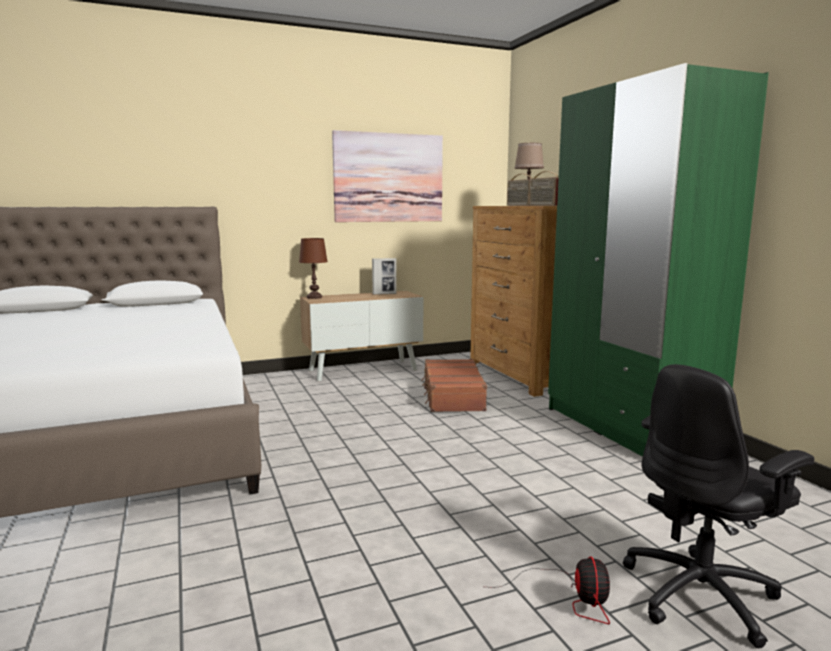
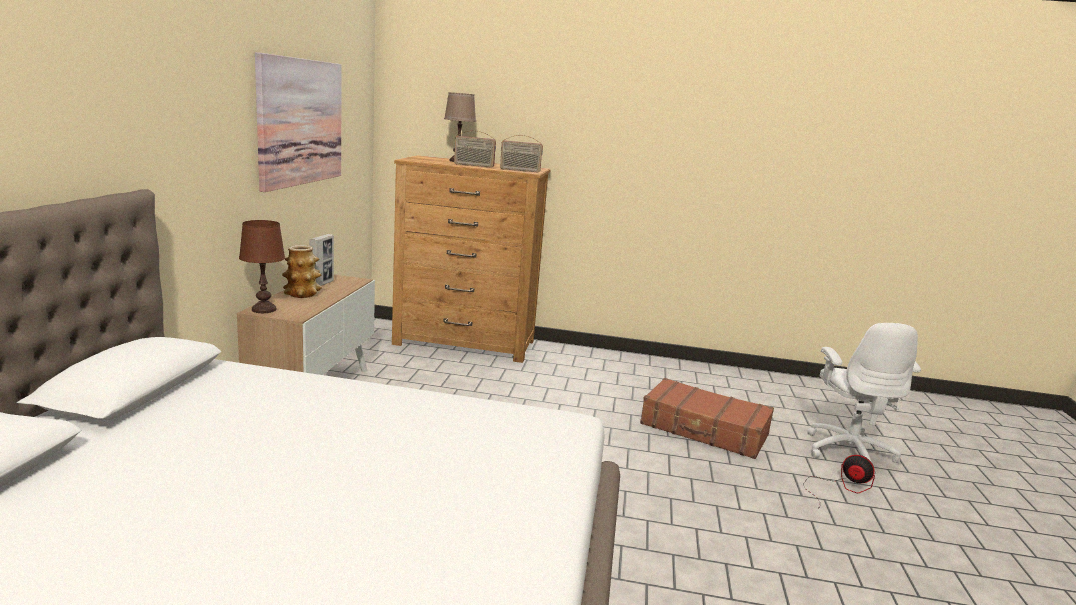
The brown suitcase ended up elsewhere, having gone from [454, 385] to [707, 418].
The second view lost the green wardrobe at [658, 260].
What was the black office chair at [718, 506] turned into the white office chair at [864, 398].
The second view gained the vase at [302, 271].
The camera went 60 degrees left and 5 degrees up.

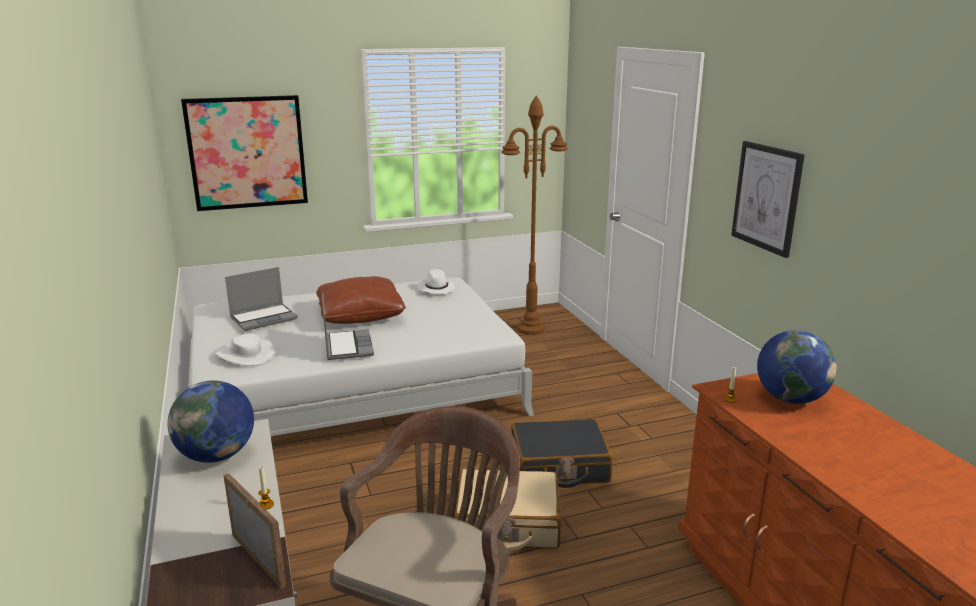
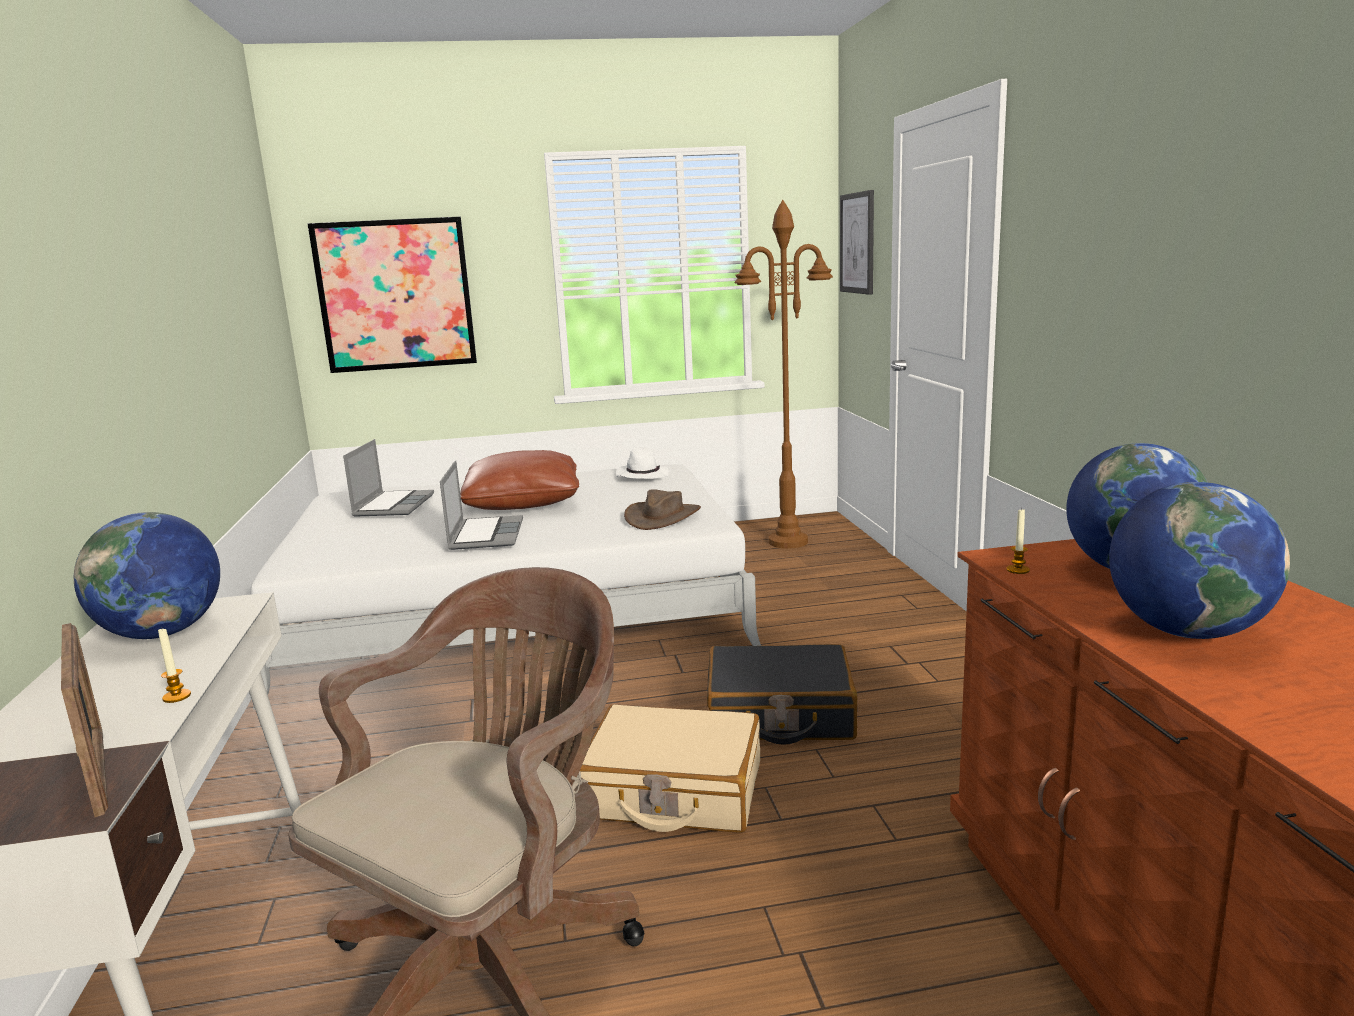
The second view lost the white hat at [245, 350].
The laptop at [261, 299] ended up facing another way, 60 degrees counterclockwise from before.
The picture ended up elsewhere, having gone from [768, 199] to [857, 242].
The second view gained the brown hat at [662, 509].
The second view gained the globe at [1199, 560].
The camera went 10 degrees right and 5 degrees down.

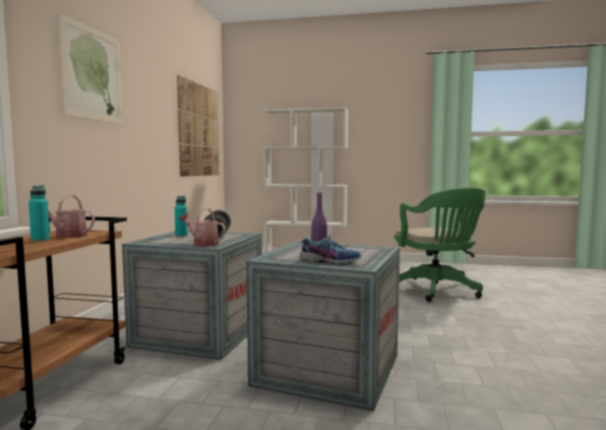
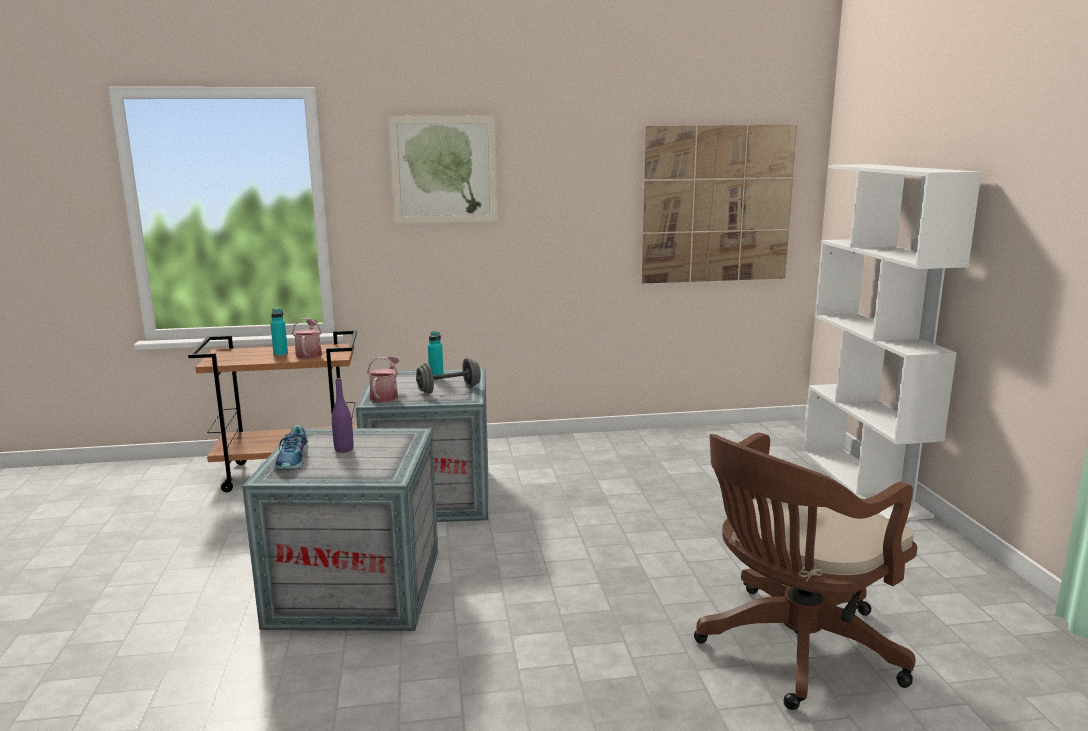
What was the green office chair at [440, 245] turned into the brown office chair at [805, 571].
The camera went 70 degrees right and 10 degrees up.

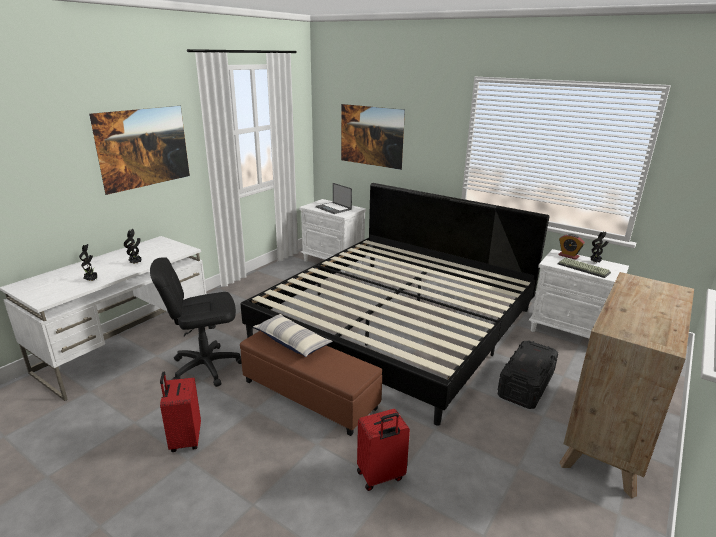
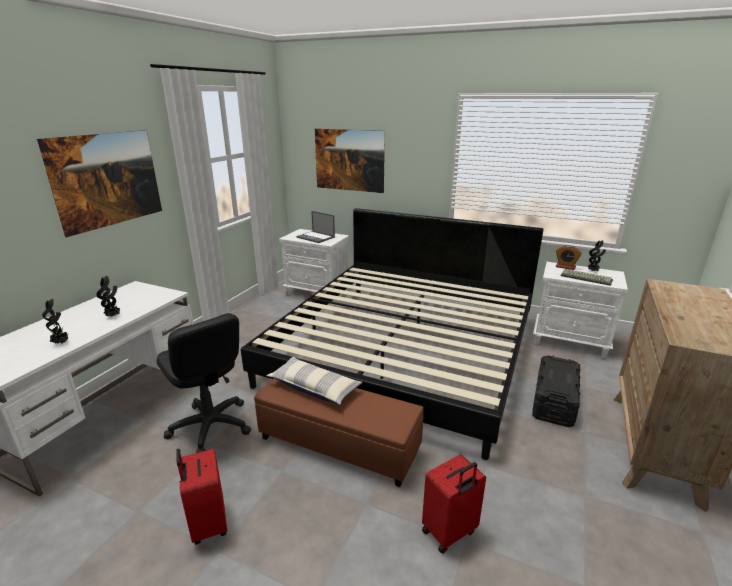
The black office chair at [196, 322] ended up facing another way, 105 degrees counterclockwise from before.
The camera went 10 degrees left and 0 degrees up.

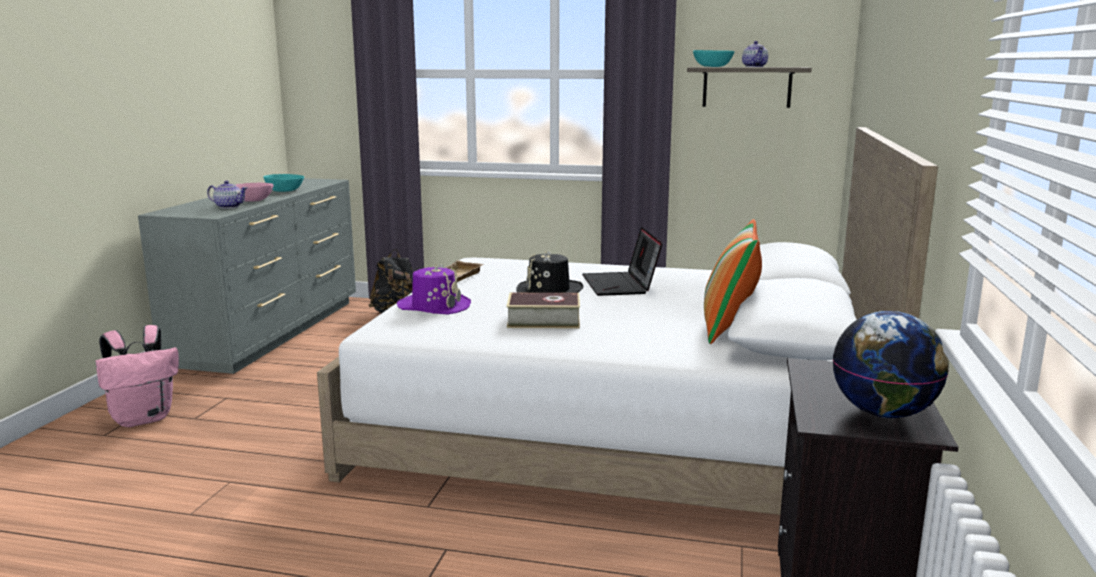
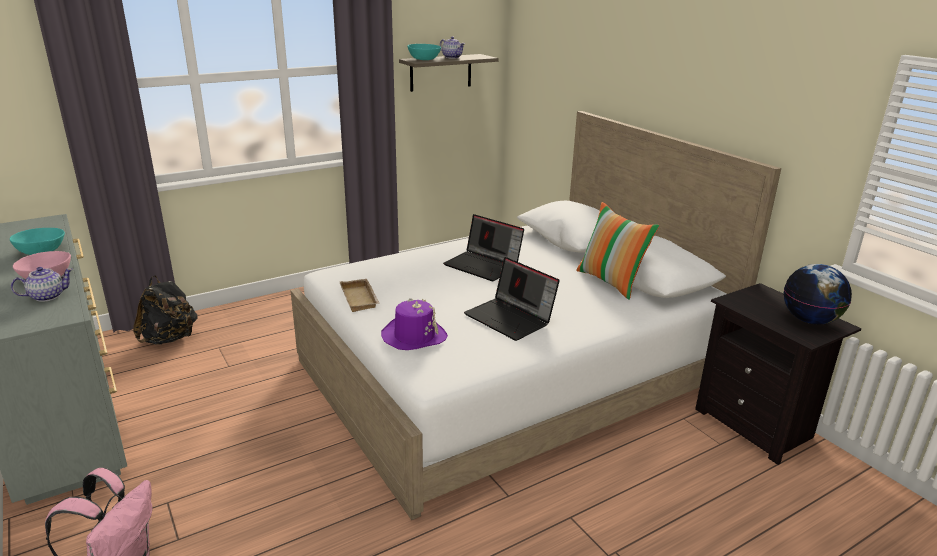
Where the book stood at [543, 311], the laptop came to stand at [512, 299].
The second view lost the black hat at [549, 272].
The camera went 45 degrees left and 10 degrees up.

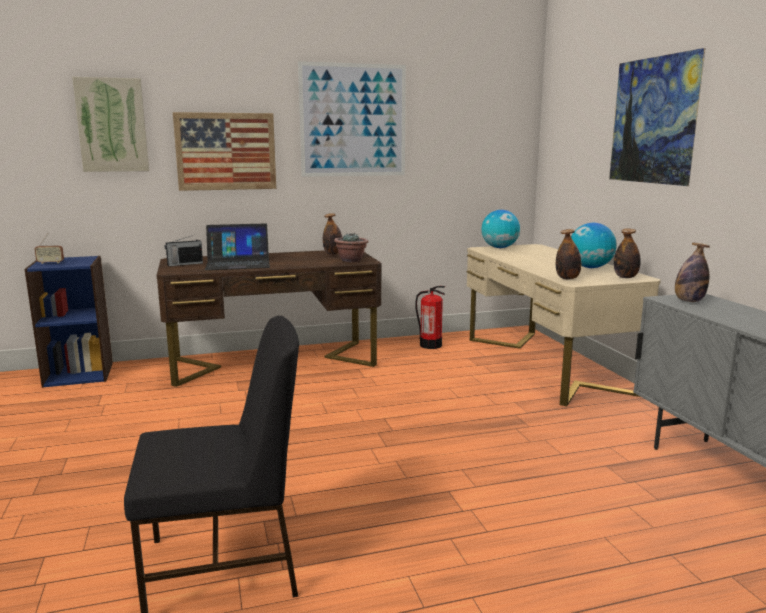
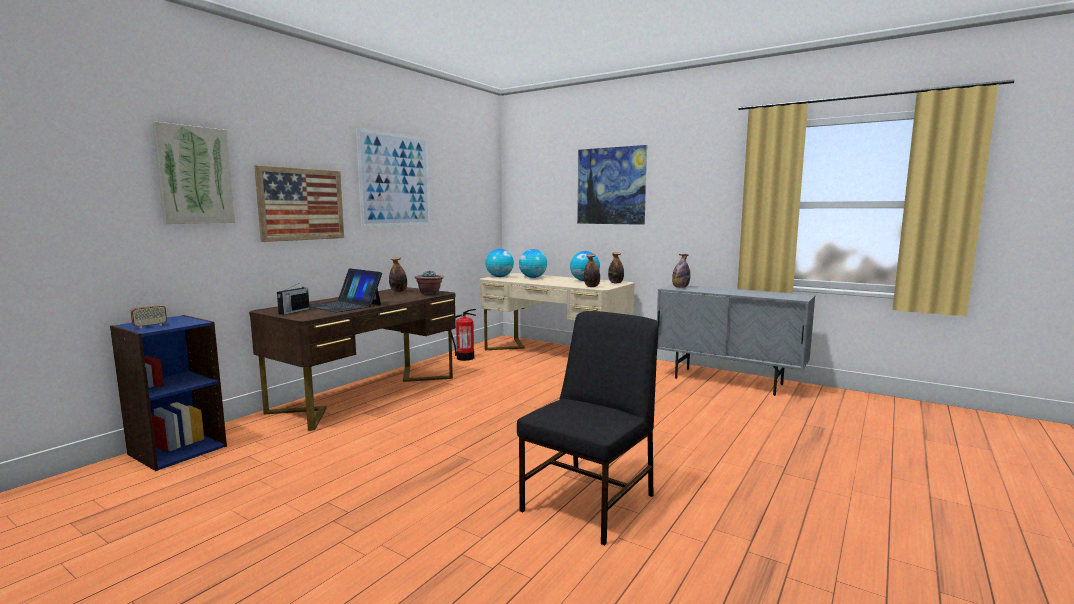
The laptop at [237, 247] ended up facing another way, 90 degrees clockwise from before.
The second view gained the globe at [533, 263].
The camera went 40 degrees left and 5 degrees down.

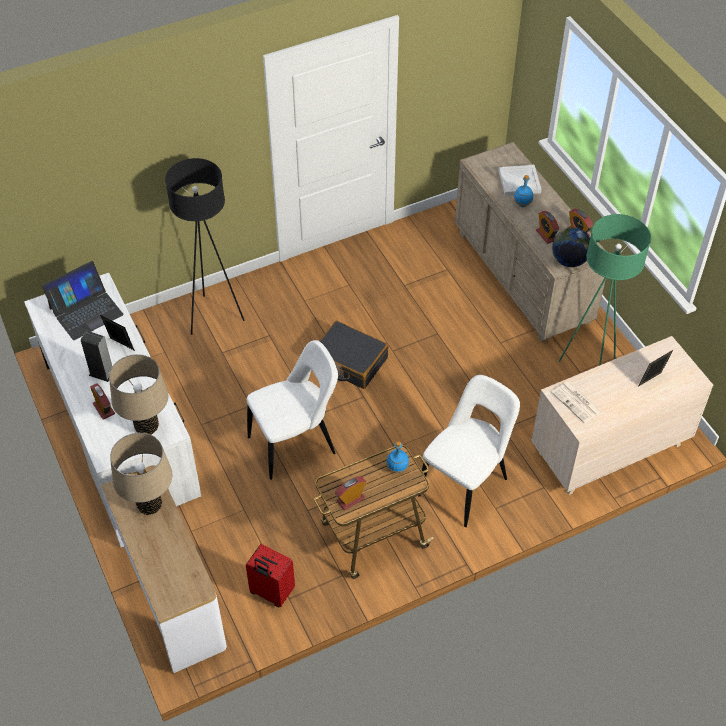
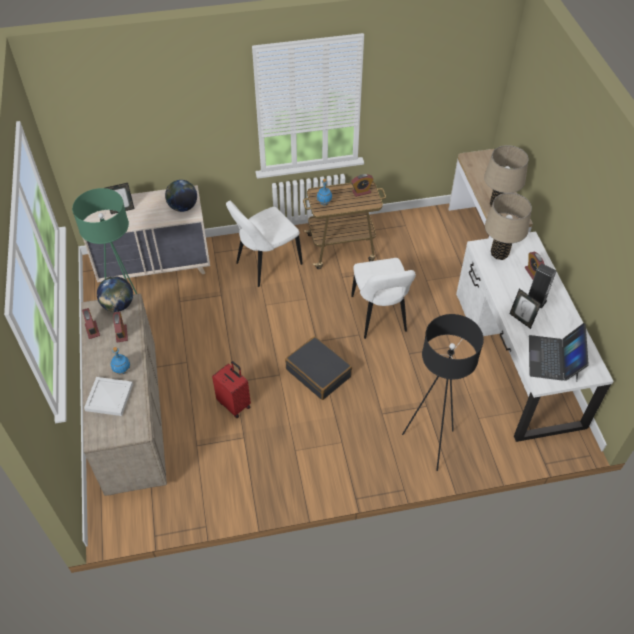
The laptop at [83, 300] ended up facing another way, 60 degrees counterclockwise from before.
The red suitcase ended up elsewhere, having gone from [270, 575] to [231, 389].
The white chair at [292, 410] ended up facing another way, 90 degrees counterclockwise from before.
Where the newspaper stood at [576, 402], the globe came to stand at [181, 196].
The camera went 165 degrees left and 0 degrees up.

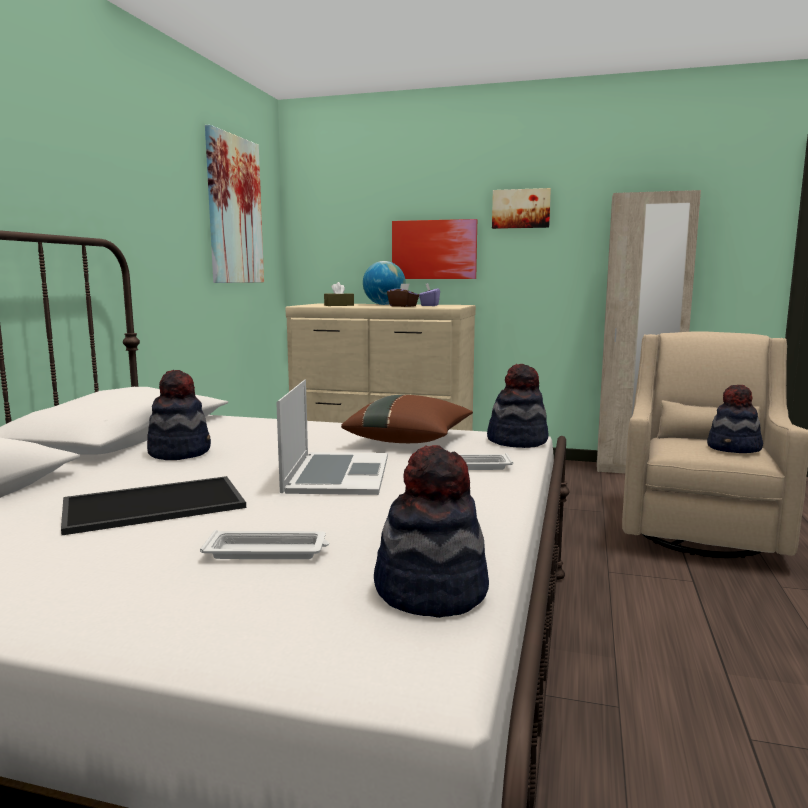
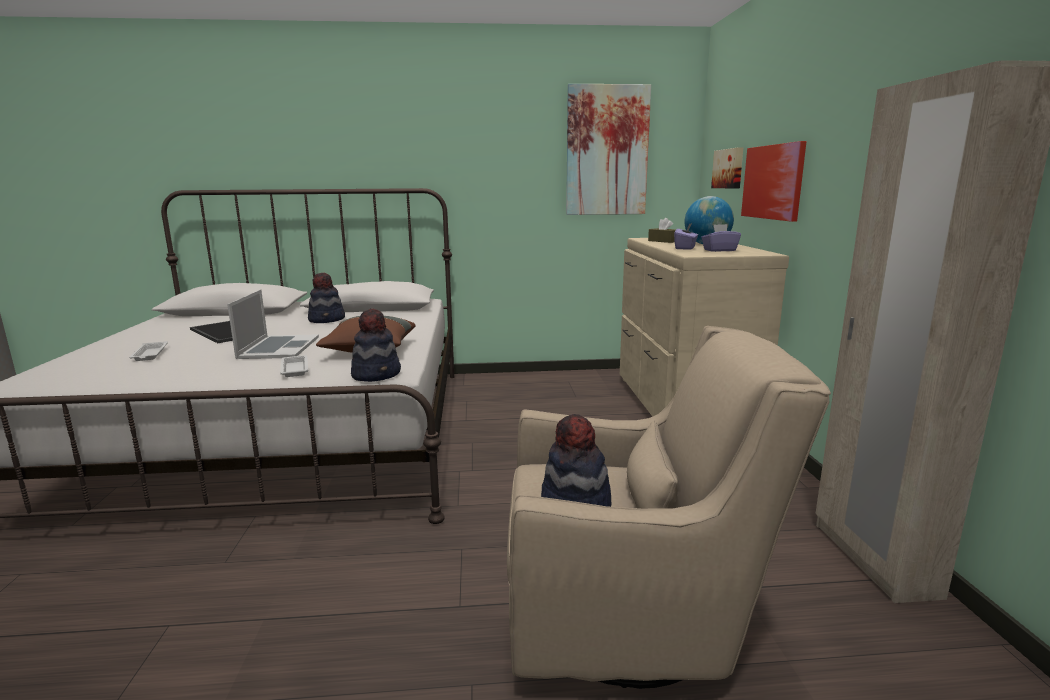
The laptop at [332, 437] ended up facing another way, 75 degrees counterclockwise from before.
The second view lost the hat at [431, 531].
What was the brown tissue box at [403, 295] turned into the purple tissue box at [686, 236].
The picture ended up elsewhere, having gone from [521, 208] to [727, 168].
The camera went 70 degrees right and 5 degrees up.

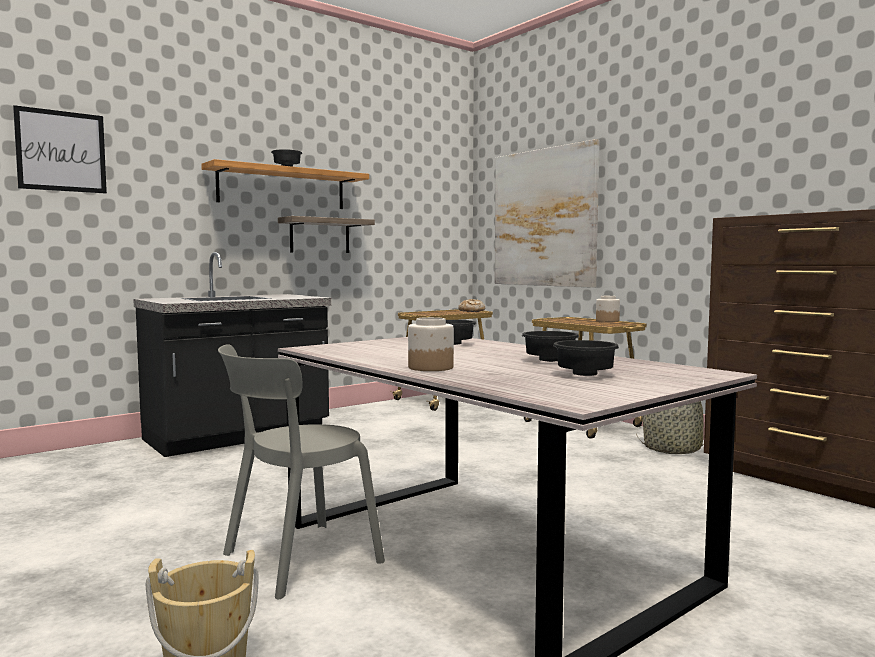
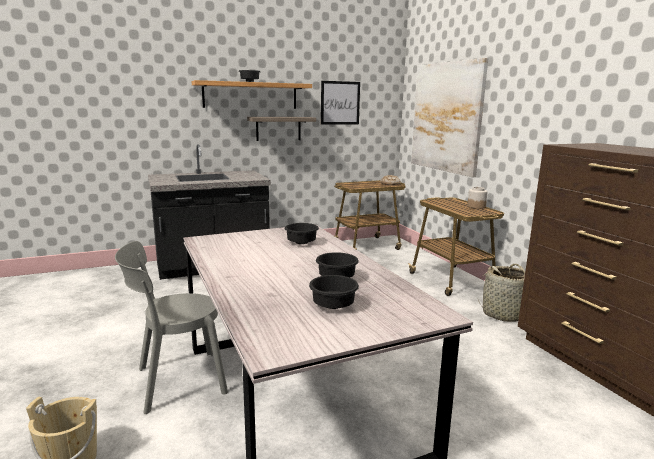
The picture ended up elsewhere, having gone from [60, 149] to [340, 103].
The second view lost the jar at [431, 344].
The camera went 15 degrees right and 10 degrees up.

